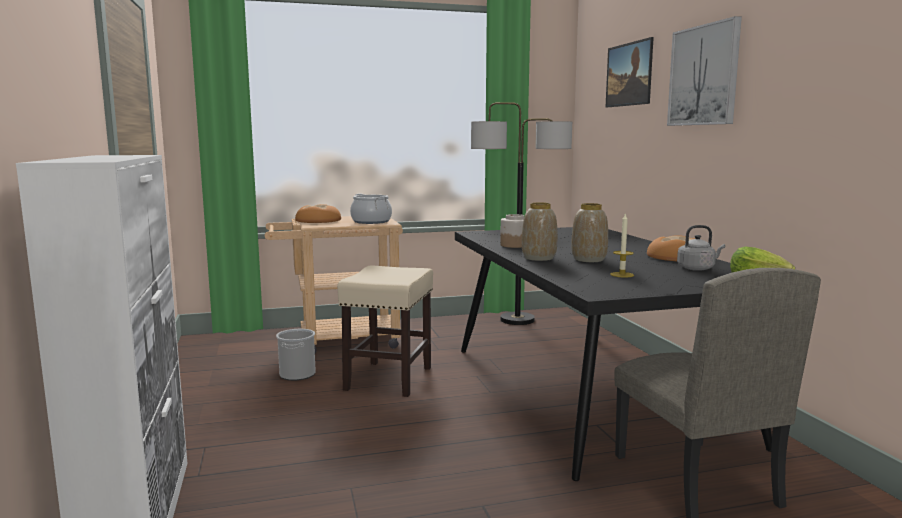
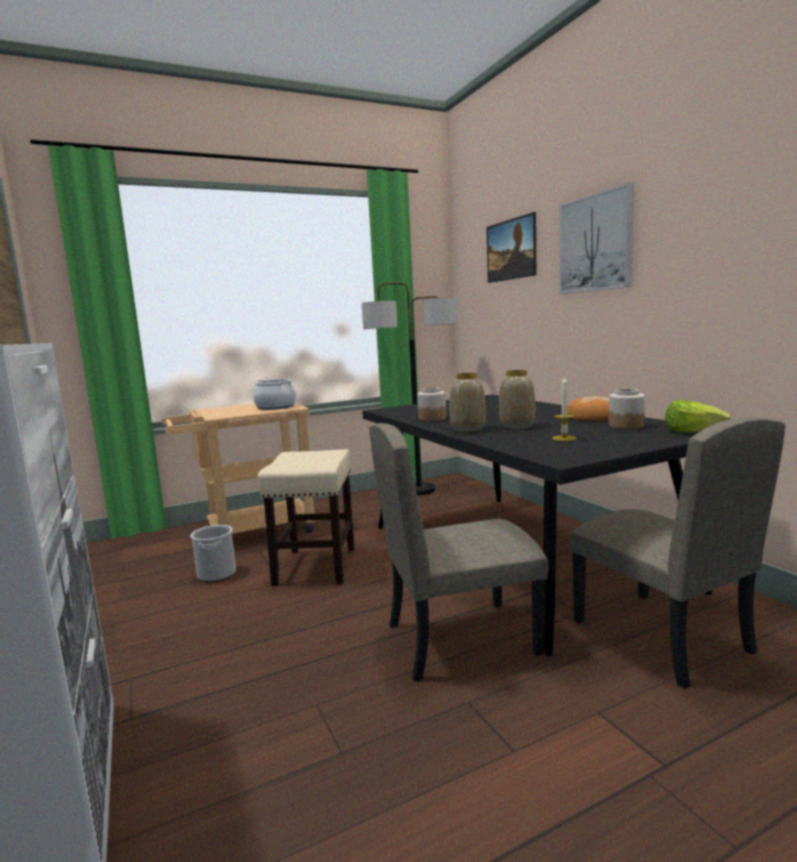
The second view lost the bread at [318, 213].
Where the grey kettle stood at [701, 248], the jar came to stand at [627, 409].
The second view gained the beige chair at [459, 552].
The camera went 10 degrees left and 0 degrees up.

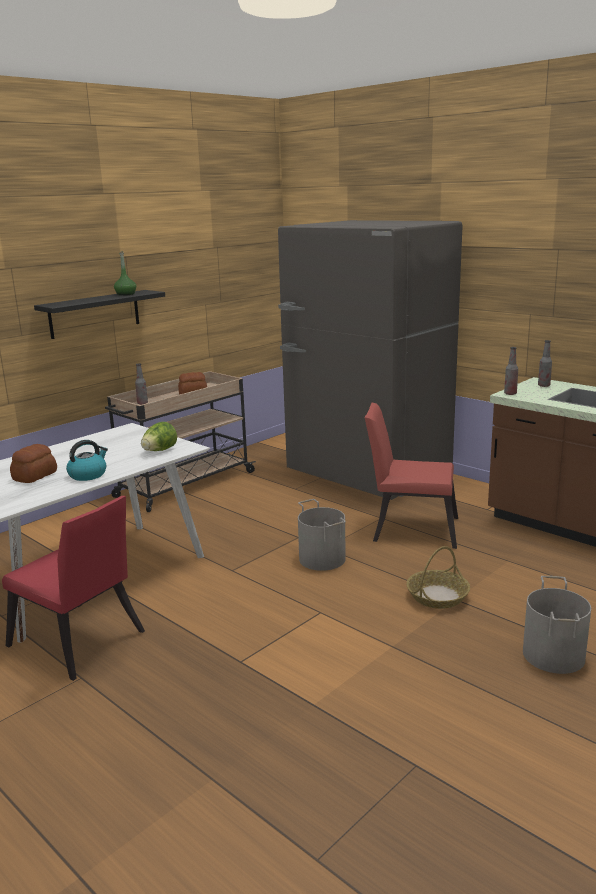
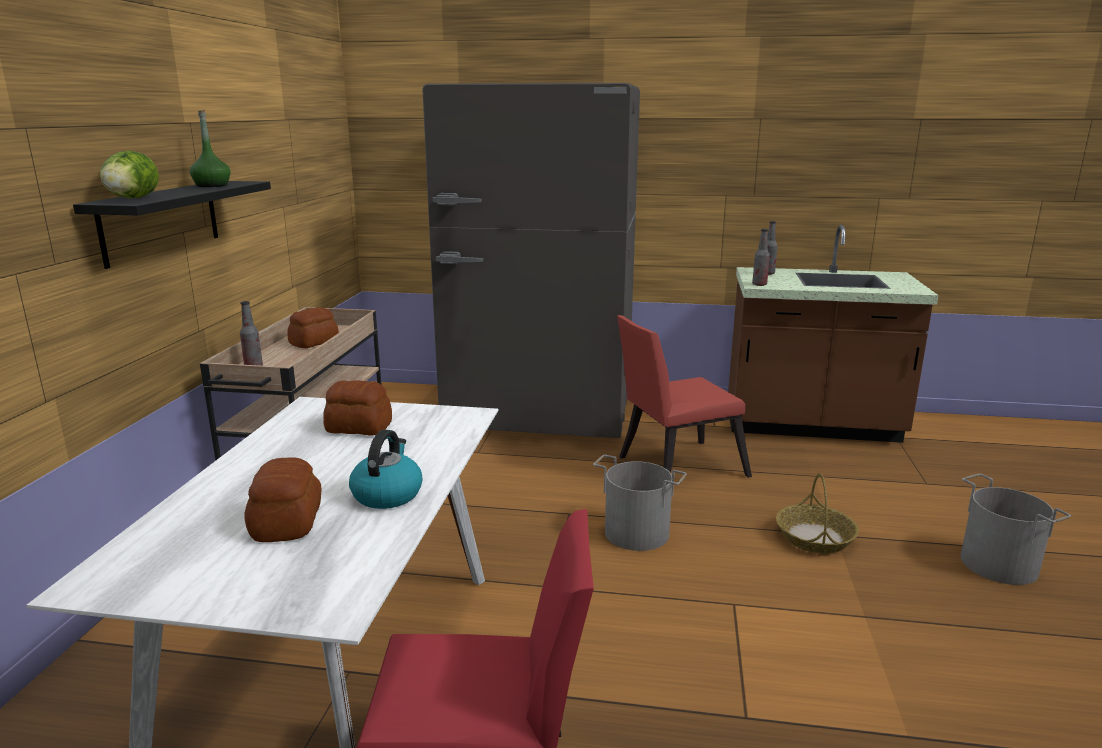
The lettuce ended up elsewhere, having gone from [159, 436] to [129, 174].
The second view gained the bread at [357, 408].
The camera went 35 degrees left and 0 degrees up.

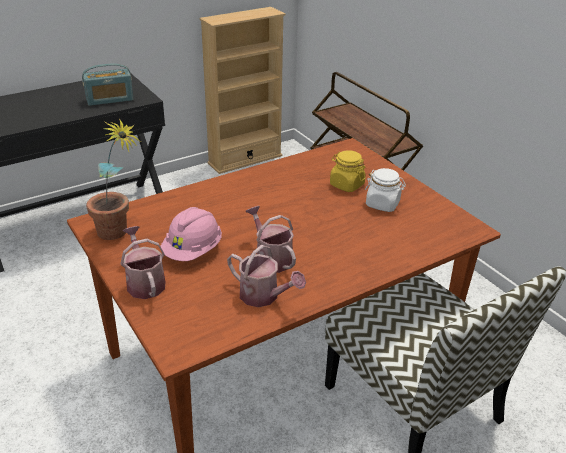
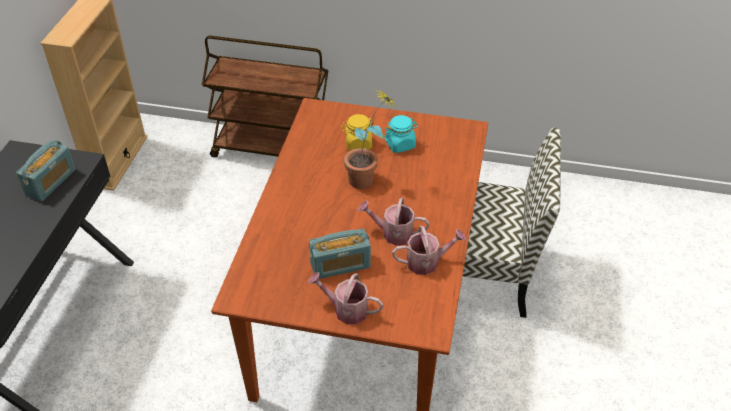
The potted plant ended up elsewhere, having gone from [113, 179] to [371, 140].
Where the pink hard hat stood at [191, 234], the radio came to stand at [340, 254].
What was the white jar at [385, 190] turned into the turquoise jar at [401, 134].
The camera went 45 degrees left and 10 degrees up.

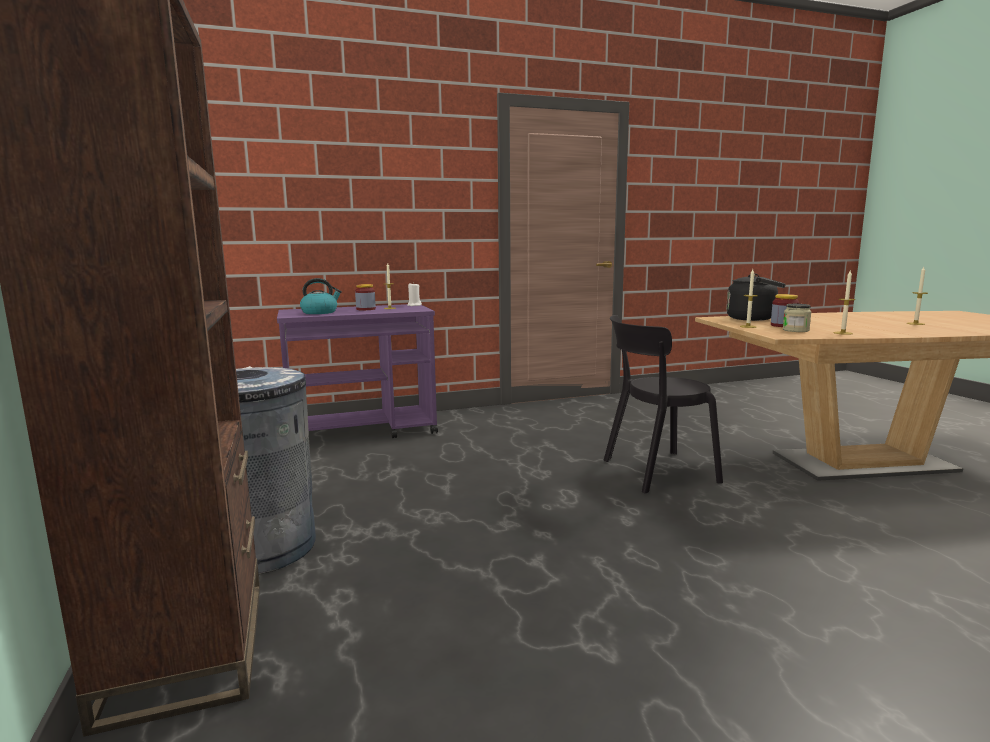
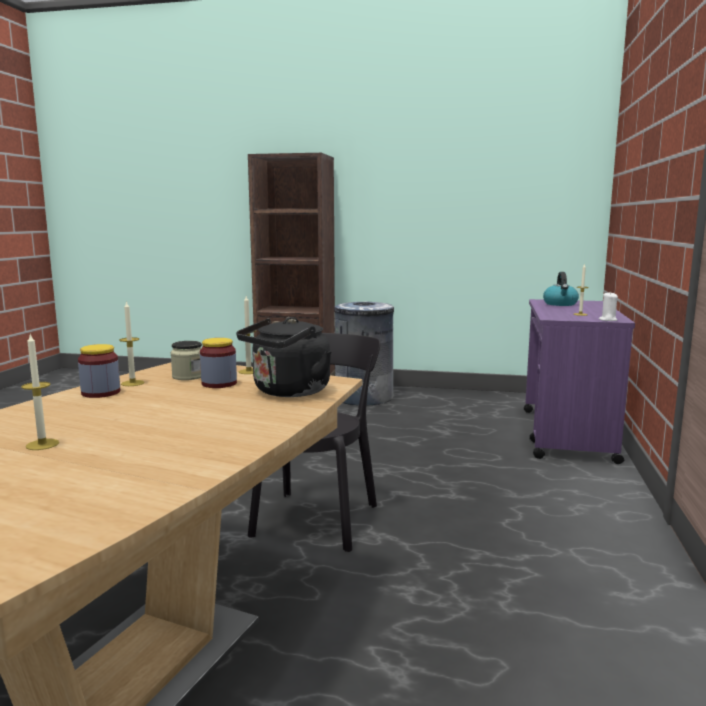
The jar ended up elsewhere, having gone from [365, 297] to [99, 371].
The camera went 120 degrees right and 0 degrees up.

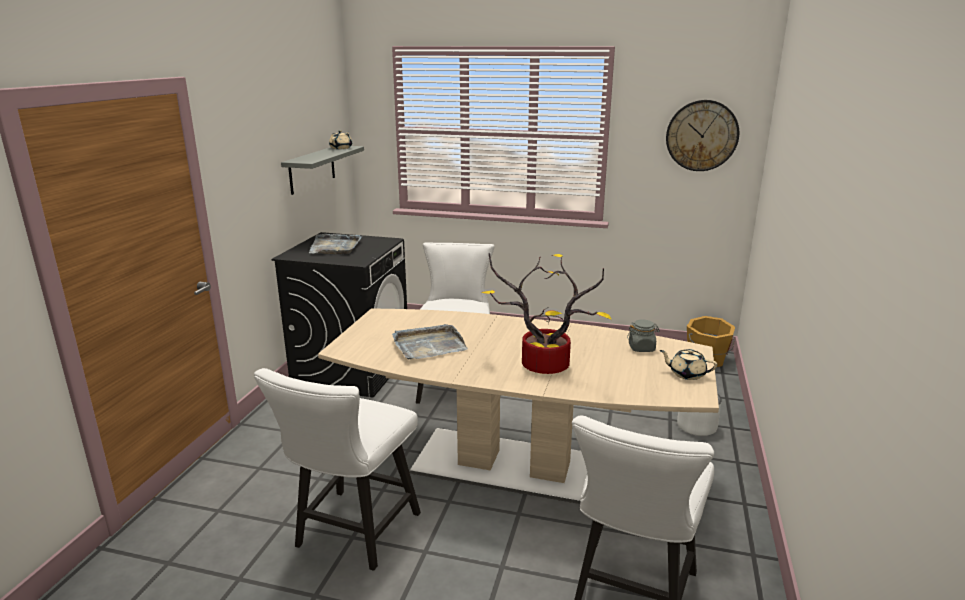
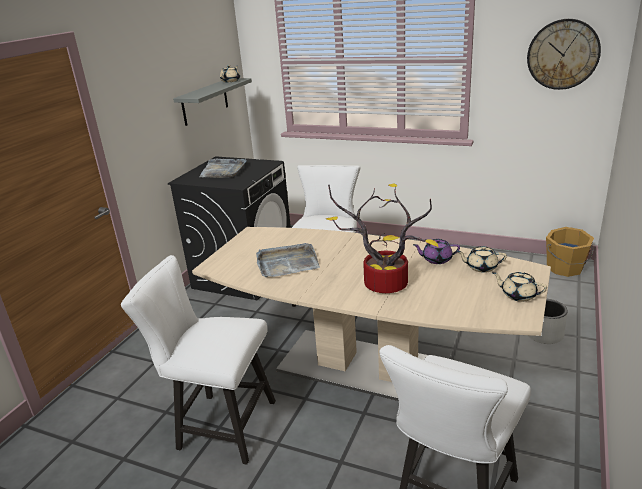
The white chair at [337, 469] ended up facing another way, 75 degrees clockwise from before.
Where the grey jar stood at [643, 336], the beige teapot came to stand at [482, 259].
The second view gained the purple teapot at [436, 251].
The camera went 10 degrees right and 5 degrees up.

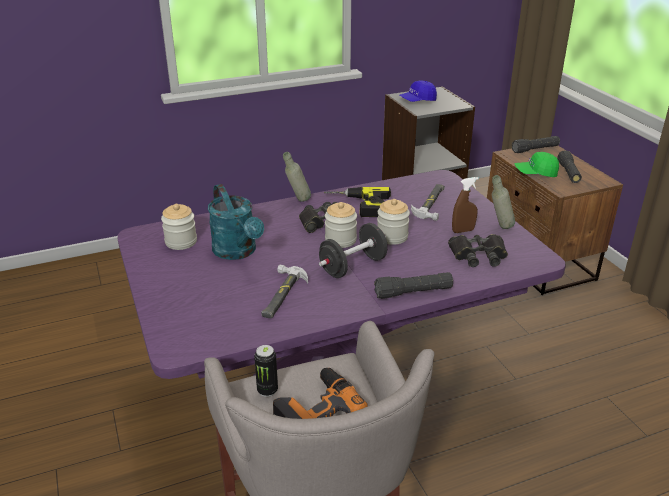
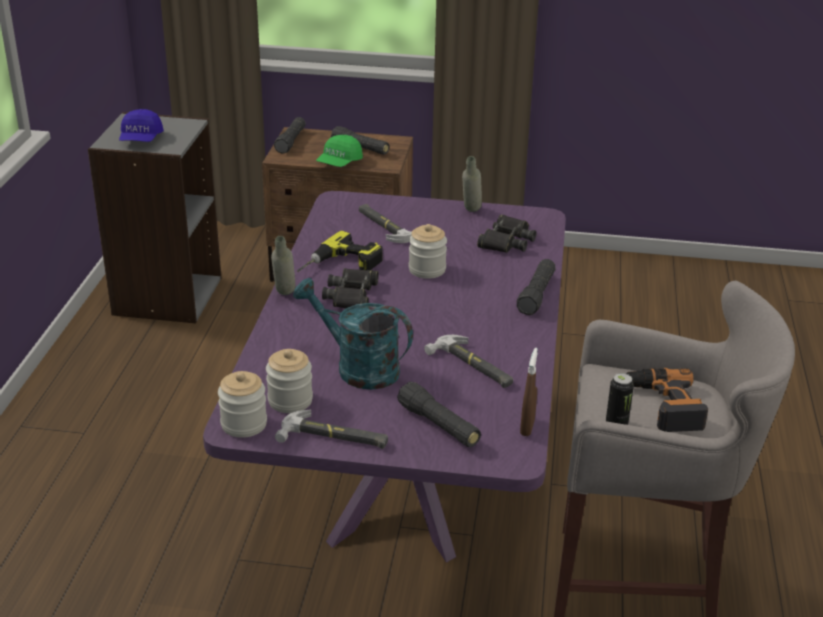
The turquoise watering can at [236, 222] ended up facing another way, 150 degrees counterclockwise from before.
The second view lost the black dumbbell at [353, 250].
The jar ended up elsewhere, having gone from [341, 225] to [242, 404].
The brown spray bottle ended up elsewhere, having gone from [465, 205] to [529, 392].
The second view gained the hammer at [331, 429].
The second view gained the black flashlight at [439, 414].
The camera went 60 degrees left and 0 degrees up.

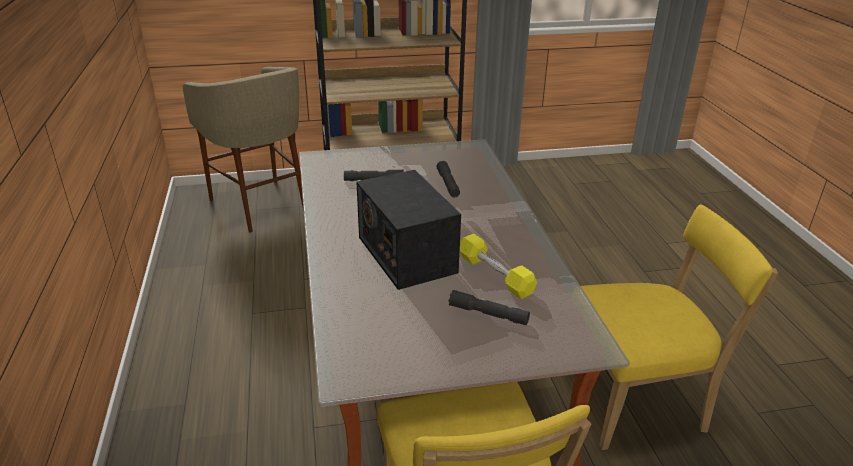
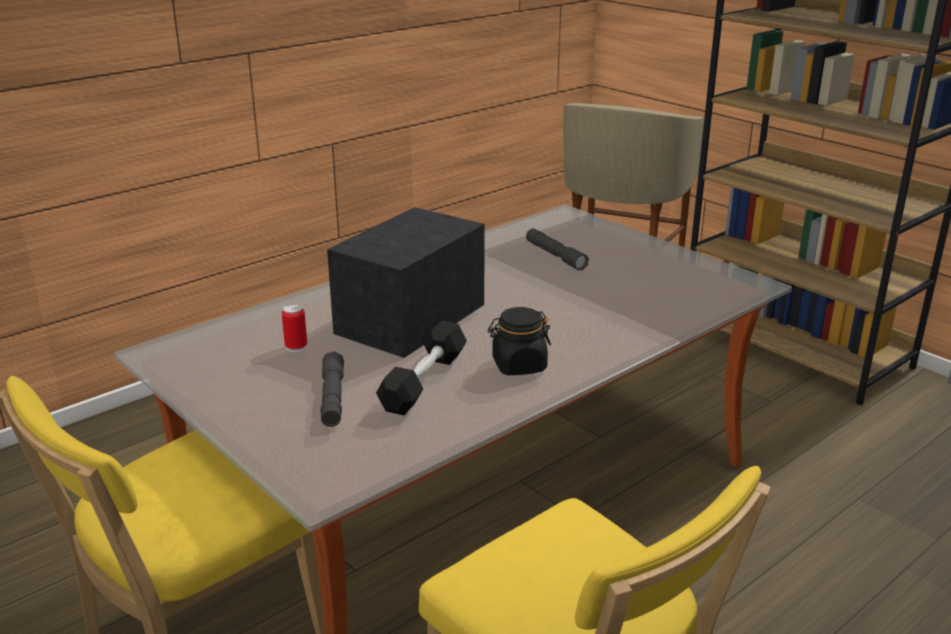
The second view lost the grey flashlight at [448, 179].
What was the yellow dumbbell at [498, 266] turned into the black dumbbell at [421, 368].
The second view gained the can at [294, 328].
The second view gained the black jar at [519, 341].
The camera went 60 degrees right and 5 degrees down.

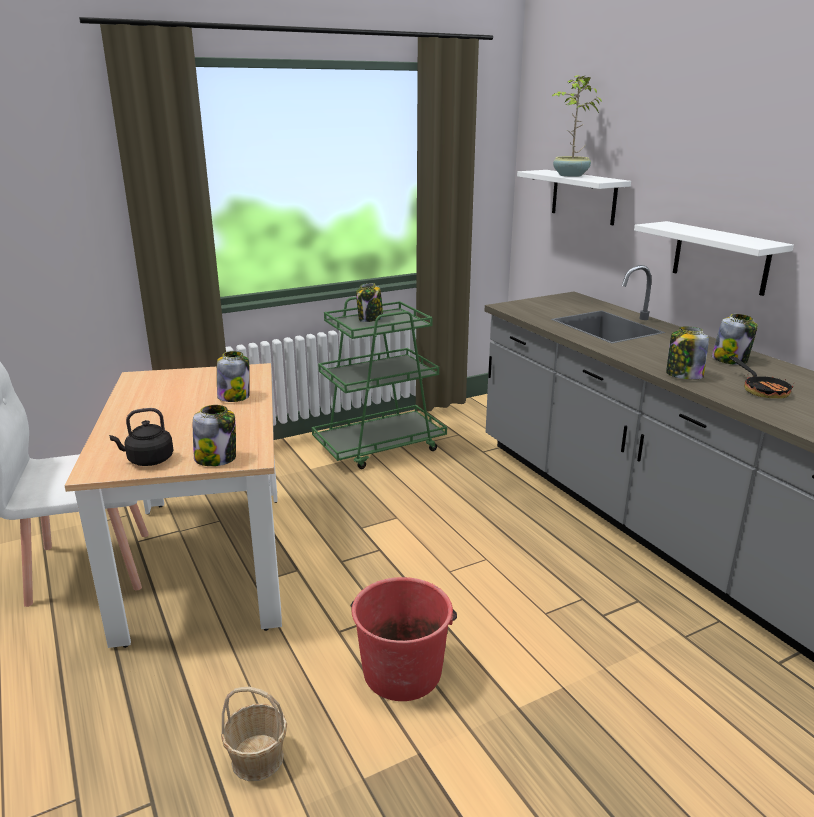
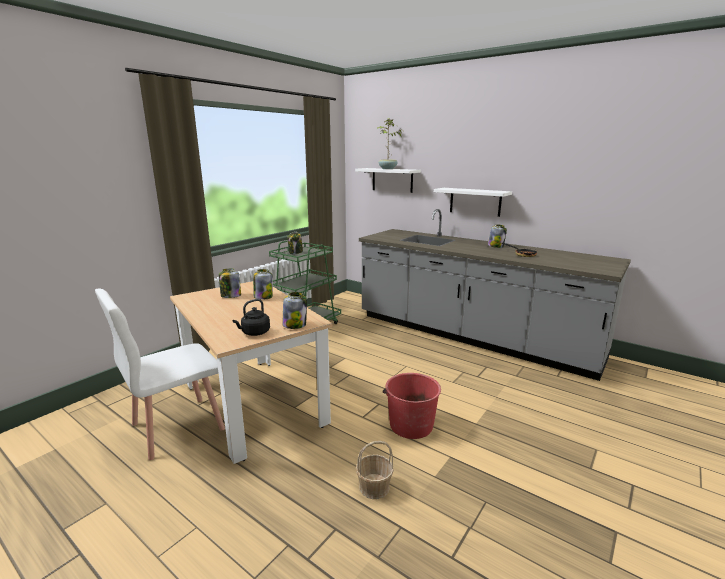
The jar ended up elsewhere, having gone from [687, 353] to [230, 283].
The camera went 25 degrees left and 5 degrees down.

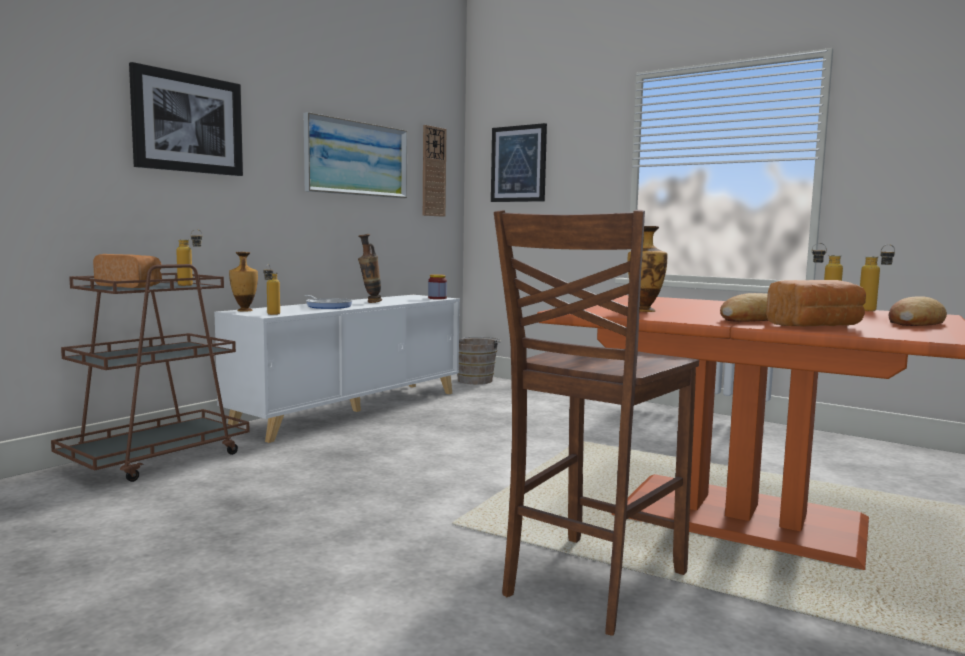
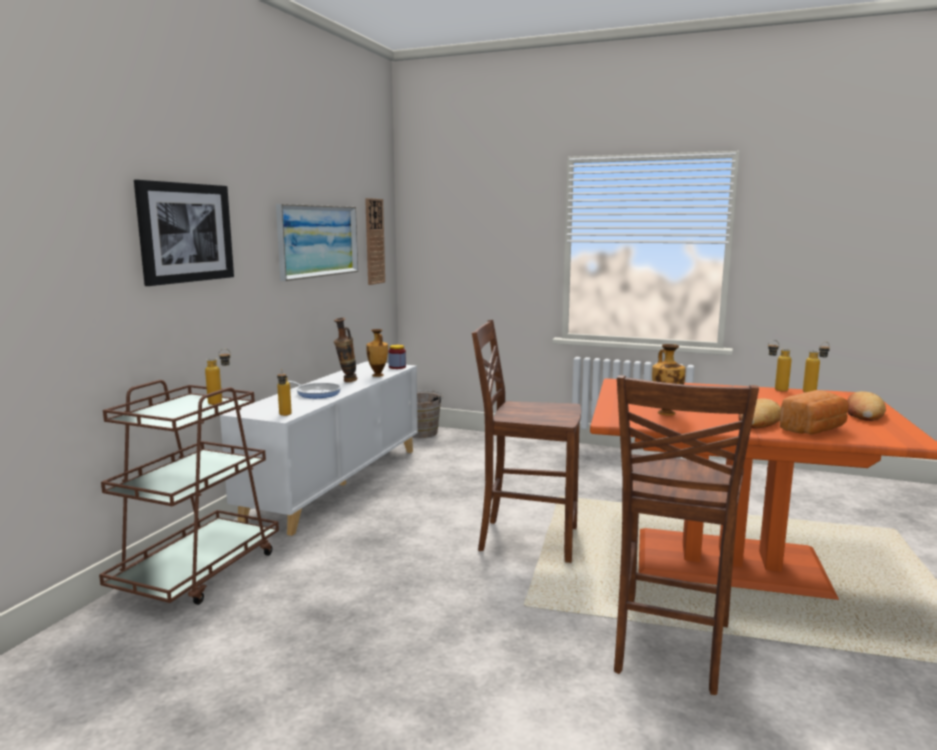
The second view lost the bread at [127, 271].
The vase ended up elsewhere, having gone from [243, 281] to [377, 353].
The second view lost the picture at [519, 162].
The second view gained the brown chair at [526, 441].
The camera went 15 degrees left and 5 degrees up.

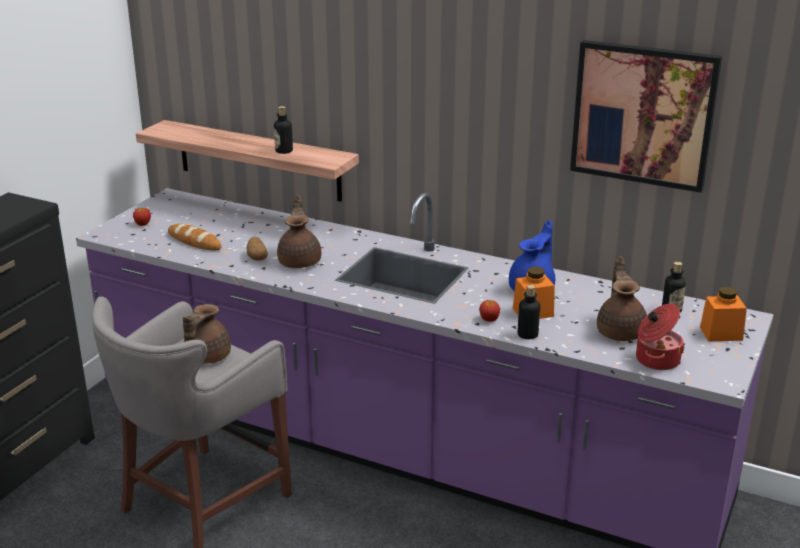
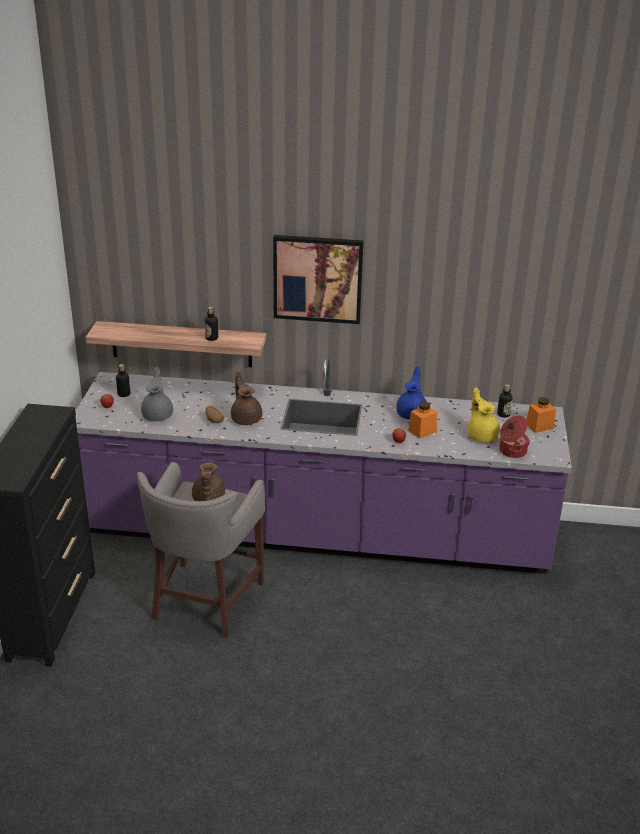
Where the bread stood at [194, 237], the grey teapot came to stand at [157, 394].
The bottle ended up elsewhere, having gone from [528, 312] to [123, 380].
The picture ended up elsewhere, having gone from [646, 116] to [318, 279].
What was the brown teapot at [622, 298] turned into the yellow teapot at [483, 414].
The camera went 20 degrees left and 5 degrees up.

